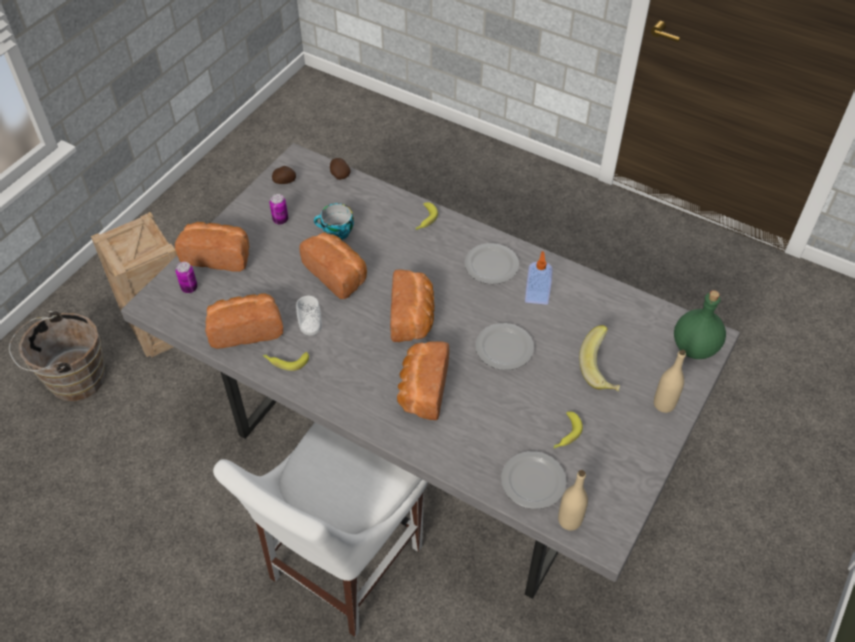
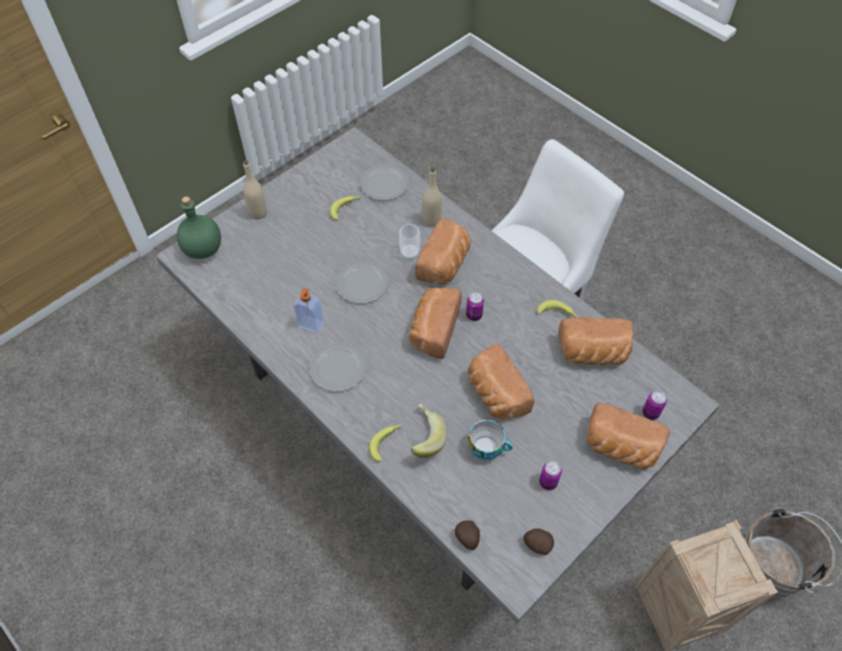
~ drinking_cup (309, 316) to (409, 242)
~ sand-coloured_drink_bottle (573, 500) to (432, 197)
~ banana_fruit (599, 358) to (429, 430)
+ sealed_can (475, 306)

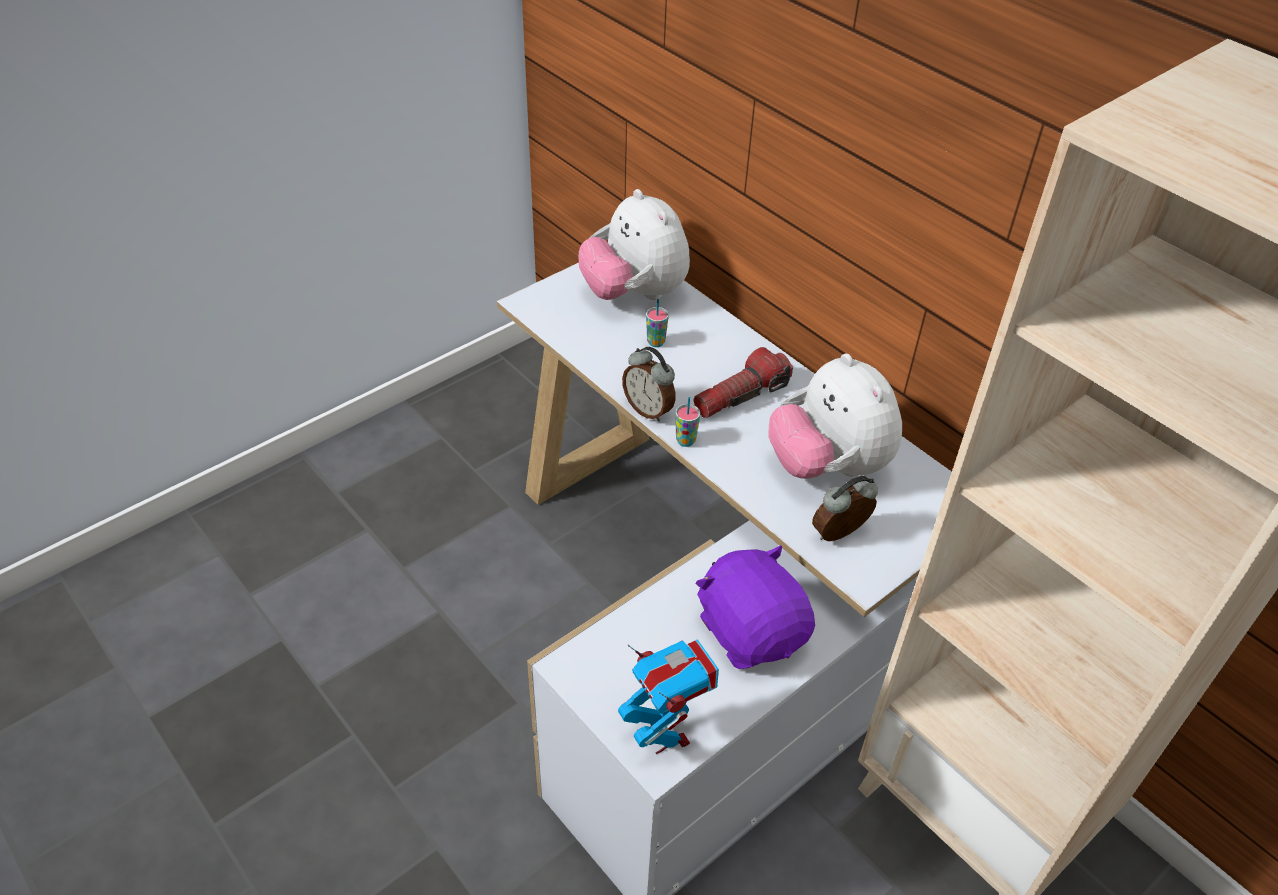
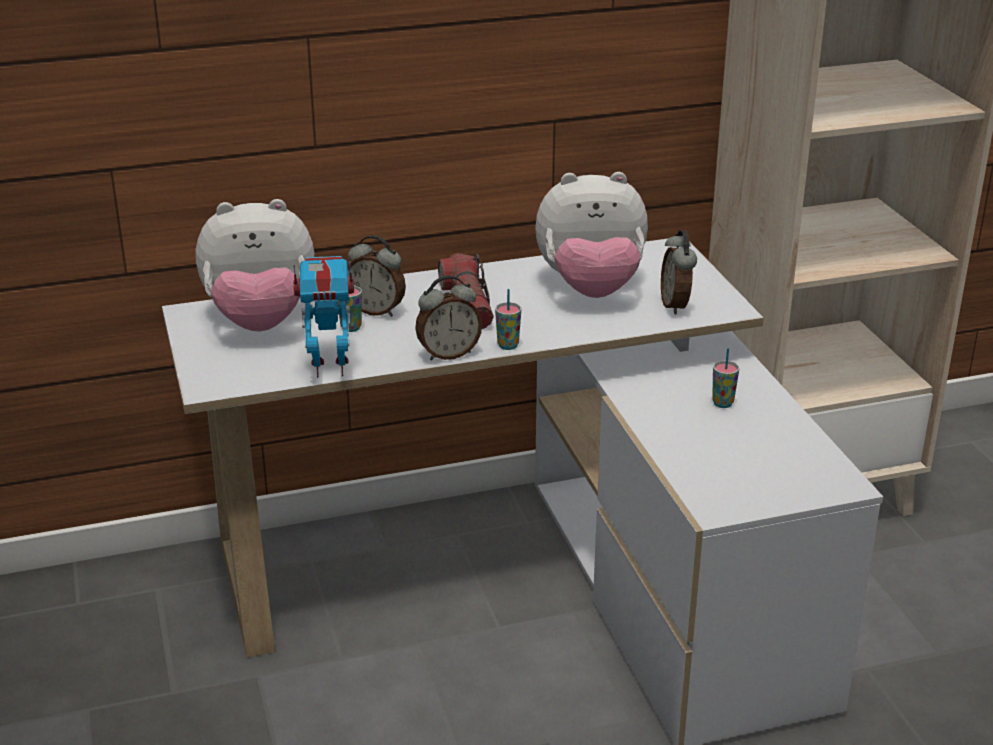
~ toy_robot (668, 696) to (323, 317)
~ purplish_plush_toy (755, 607) to drinking_cup (726, 378)
+ alarm_clock (376, 276)

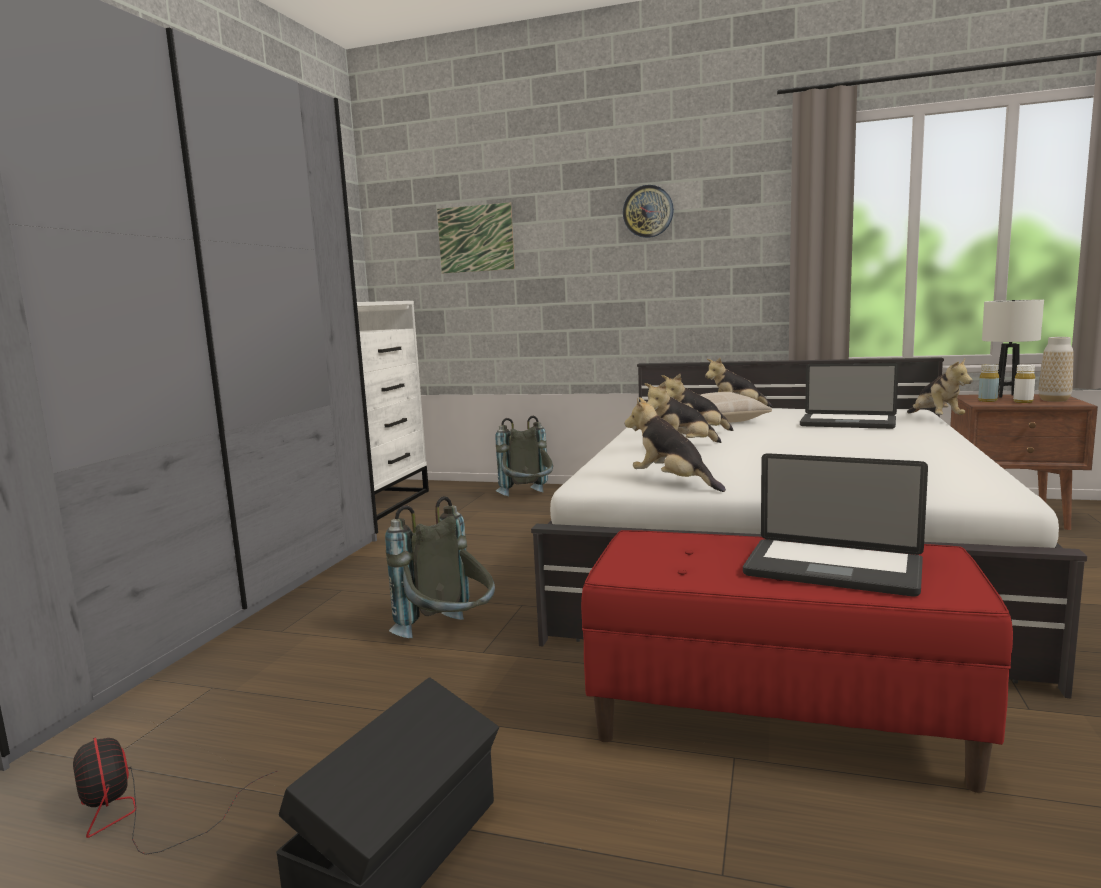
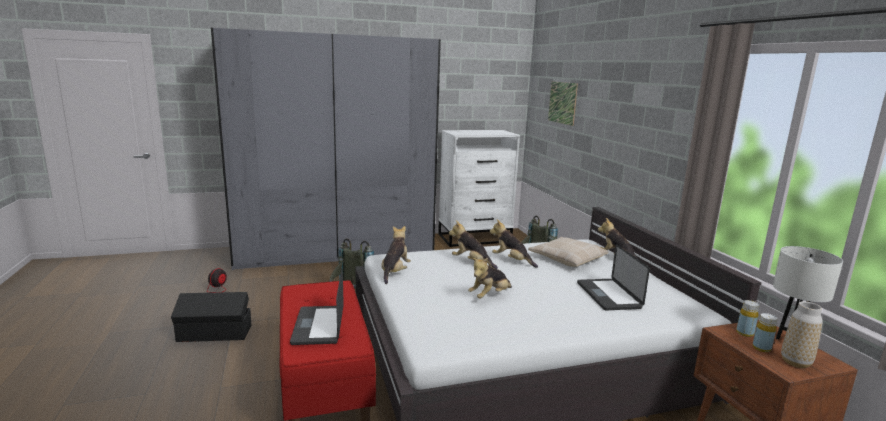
- hanging_clock (648, 211)
~ plush_toy (939, 387) to (490, 278)
~ white-coloured_drink_bottle (1024, 384) to yellowish_drink_bottle (765, 332)

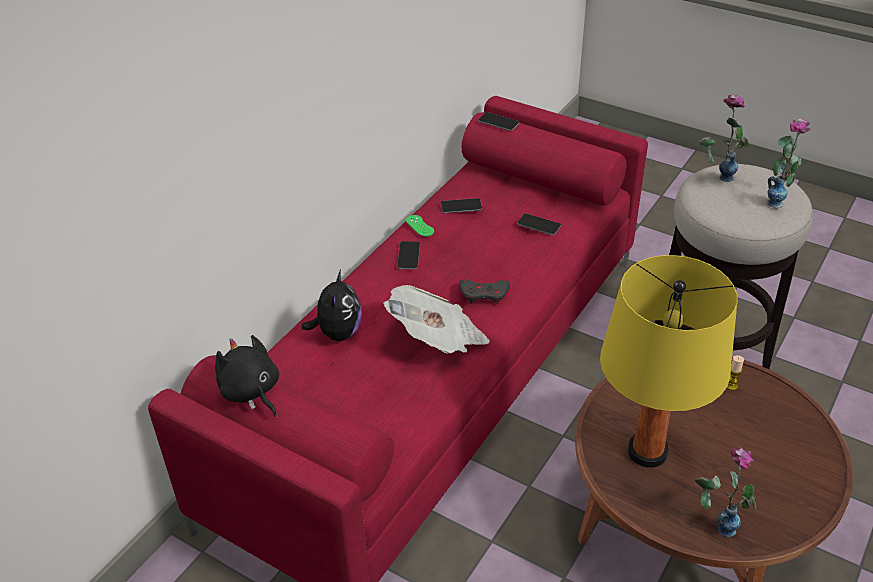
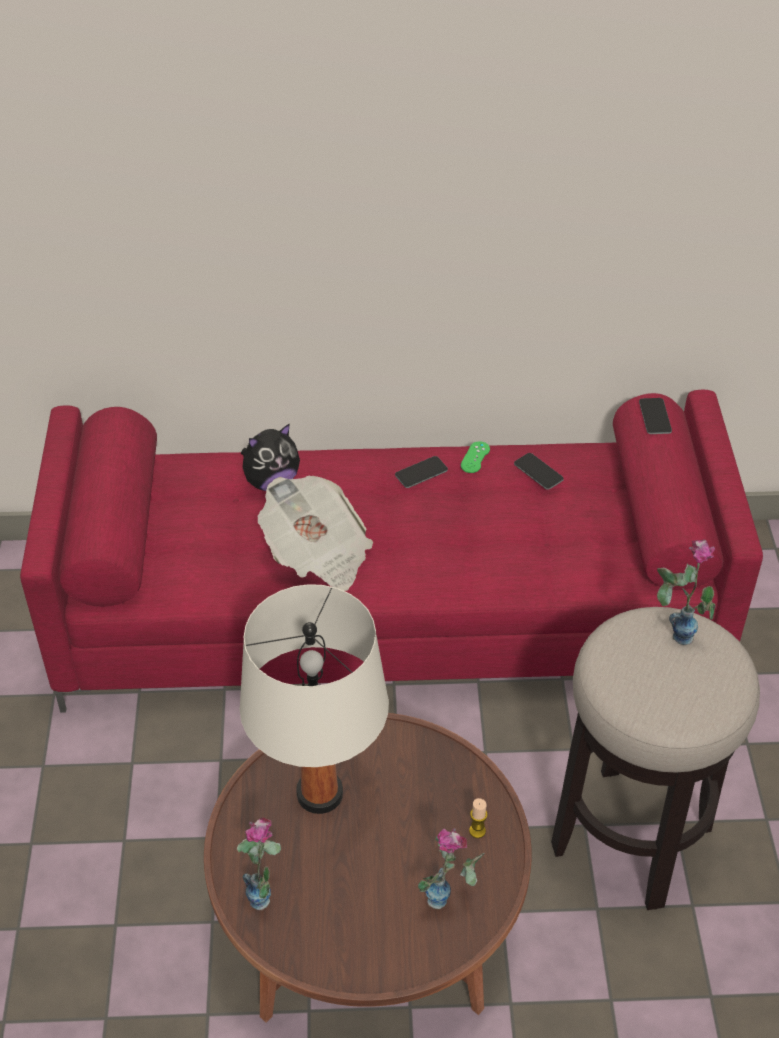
- blackish_plush_toy (247, 376)
- grey_joypad (484, 291)
- telephone (539, 224)
~ yellowish_tabletop_lamp (669, 361) to white-coloured_tabletop_lamp (314, 699)
~ flower_vase (789, 163) to (451, 868)

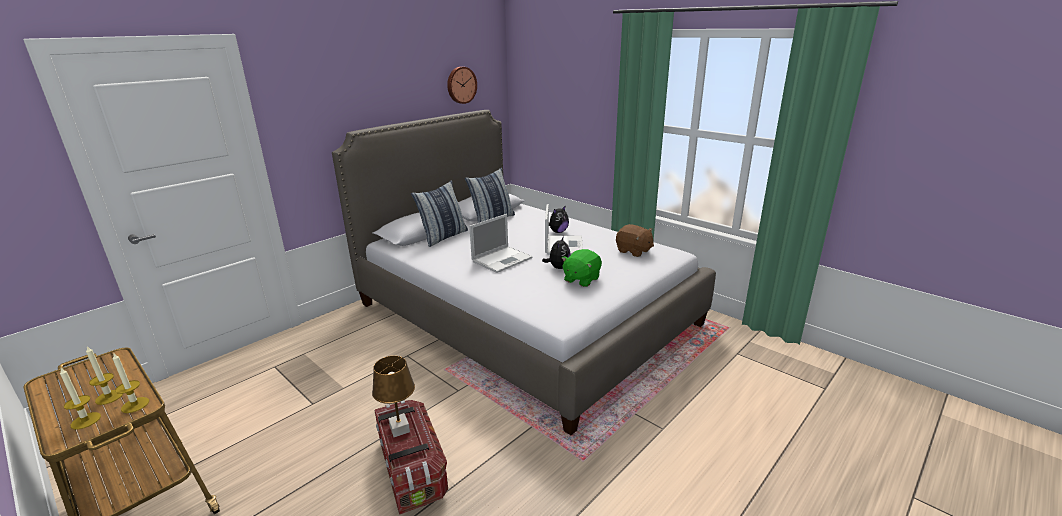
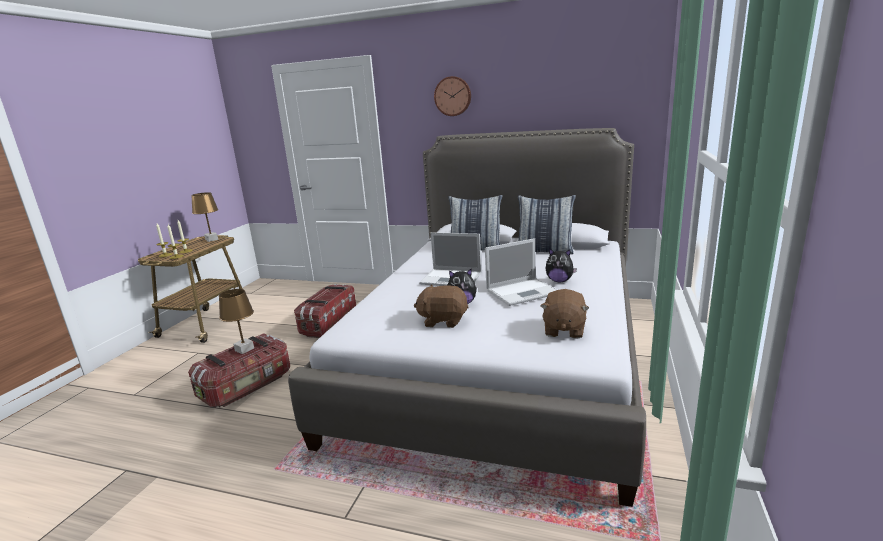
~ hanging_clock (462, 85) to (452, 96)
~ green_plush_toy (582, 268) to brown_plush_toy (441, 306)
+ brown_tabletop_lamp (204, 217)
+ storage_bin (325, 311)

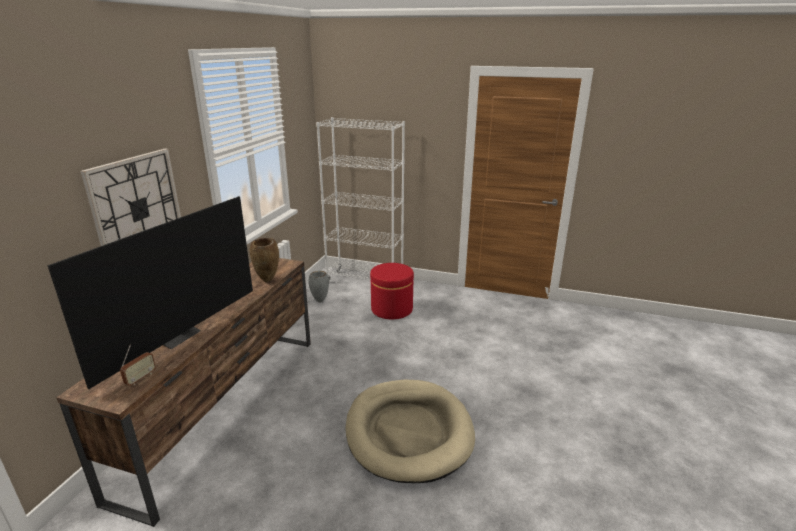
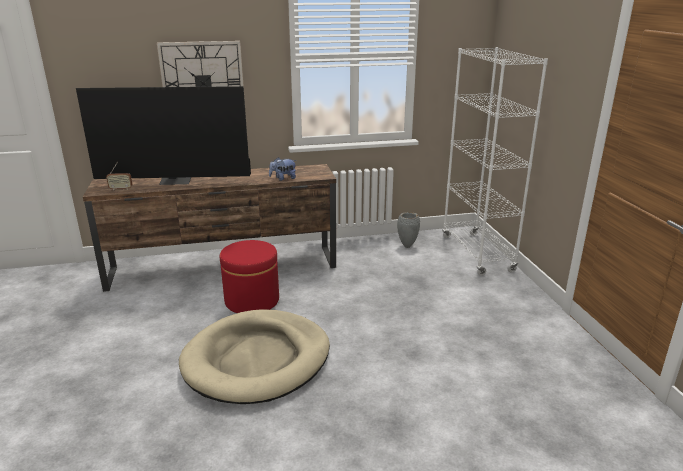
~ brown_flower_vase (264, 260) to plush_toy (282, 169)
~ reddish_ottoman (392, 291) to (249, 276)

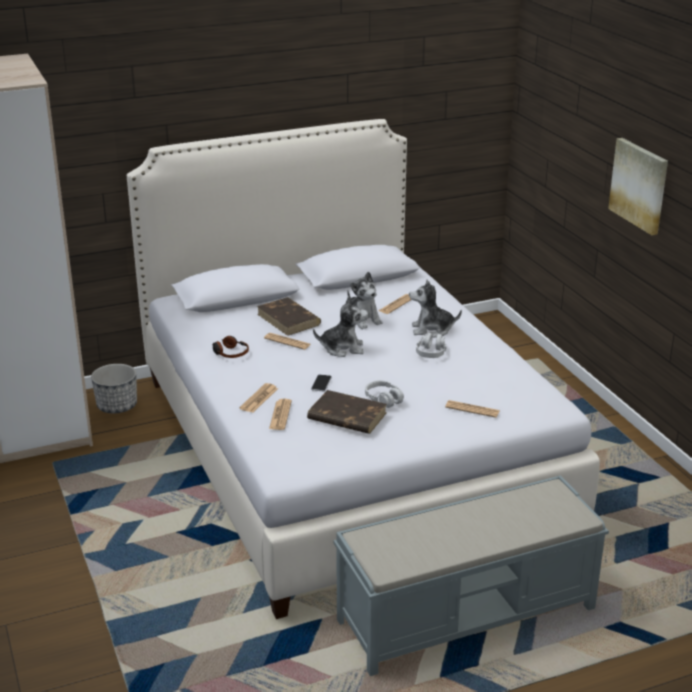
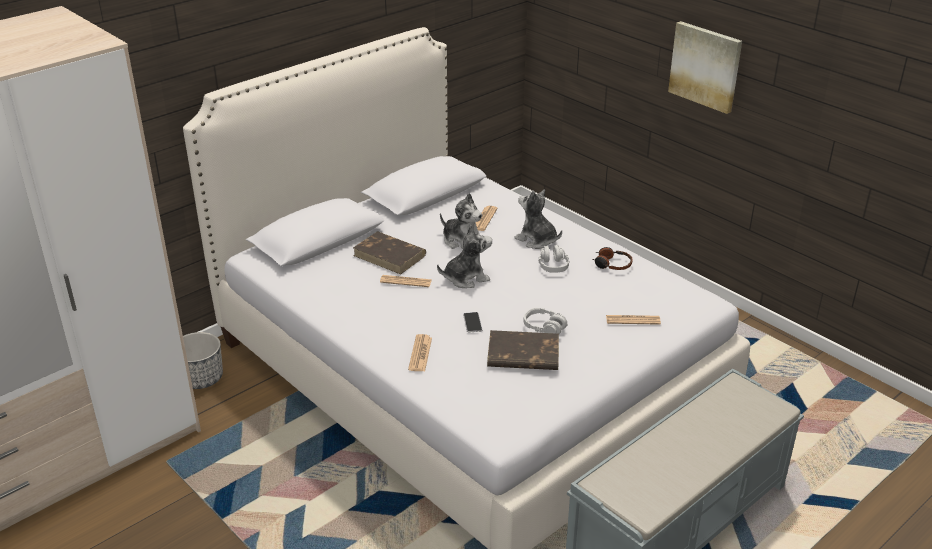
~ headset (230, 347) to (612, 258)
- printed_paper (280, 414)
~ plush_toy (435, 309) = (538, 219) 60 degrees clockwise

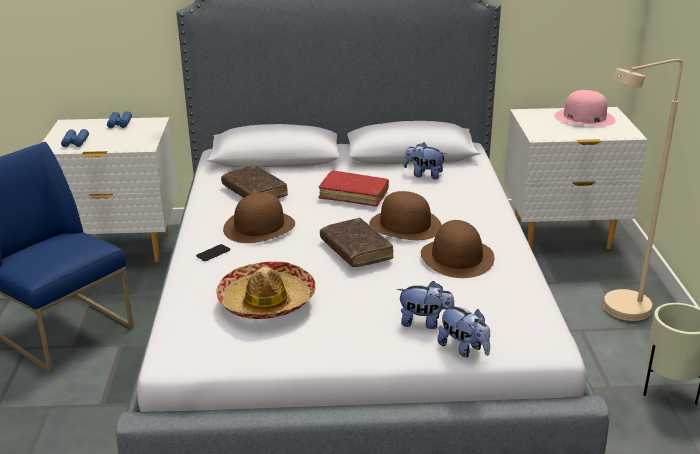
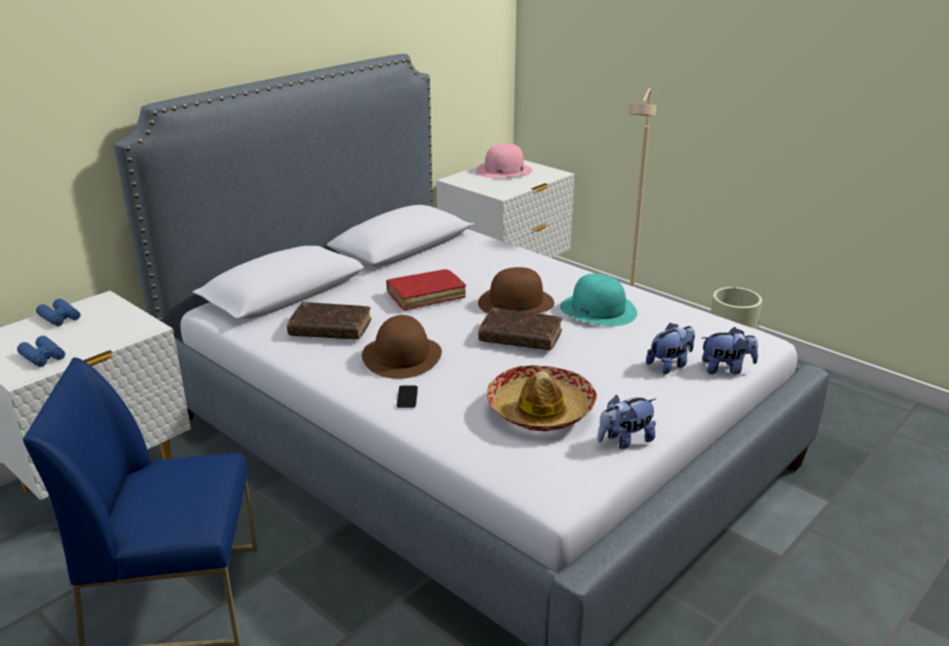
~ plush_toy (425, 161) to (627, 422)
~ brown_hat (458, 249) to turquoise_hat (598, 300)

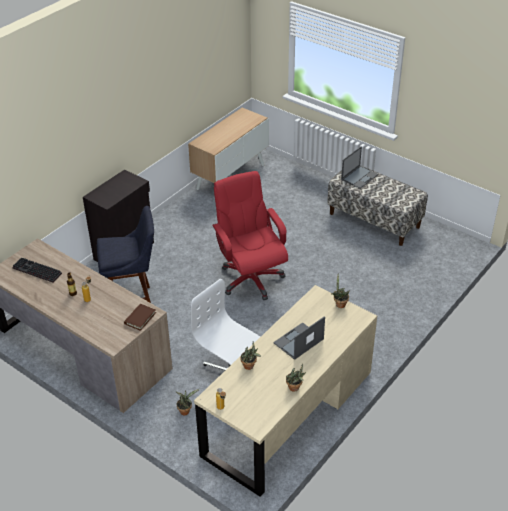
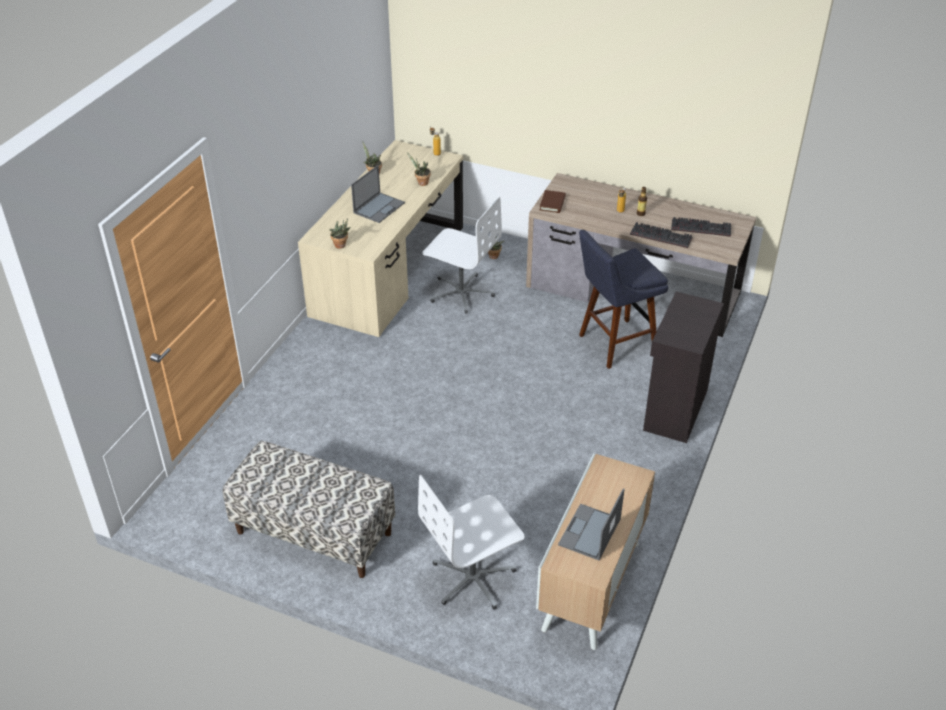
- reddish_computer_chair (250, 235)
~ notebook_computer (359, 167) to (591, 524)
+ white-coloured_computer_chair (471, 542)
+ computer_keyboard (661, 235)

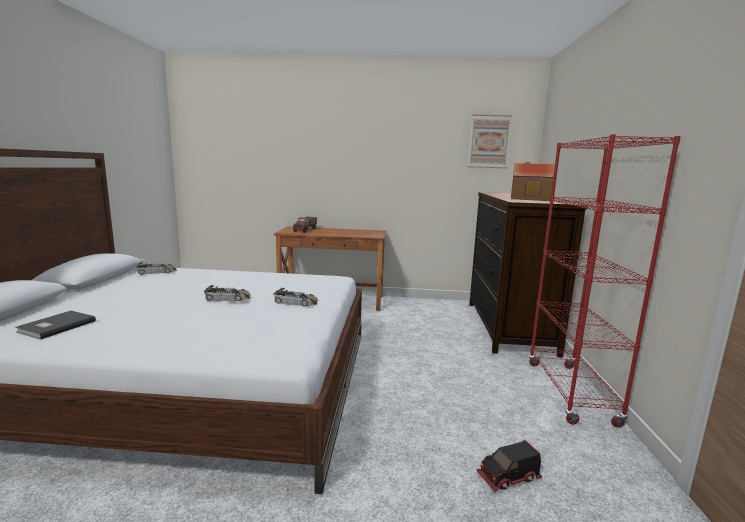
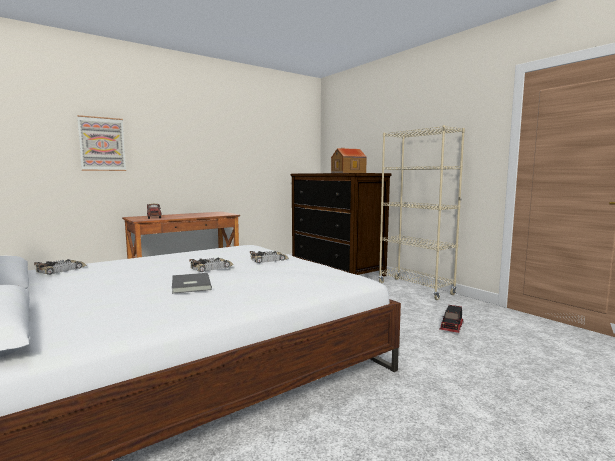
~ grey_bound_book (55, 325) to (192, 283)
~ wall_picture (490, 141) to (101, 143)
~ reddish_shelving_unit (604, 281) to sand-coloured_shelving_unit (421, 212)

